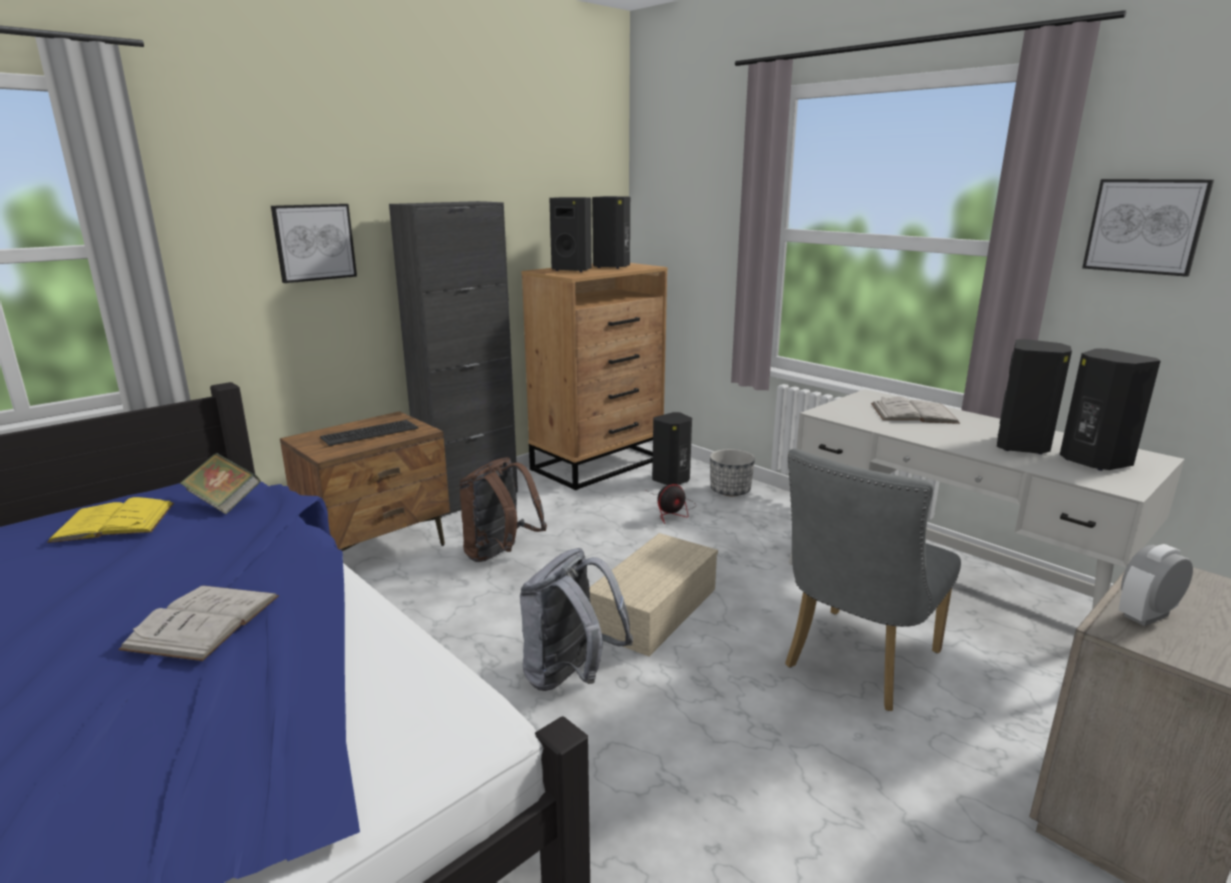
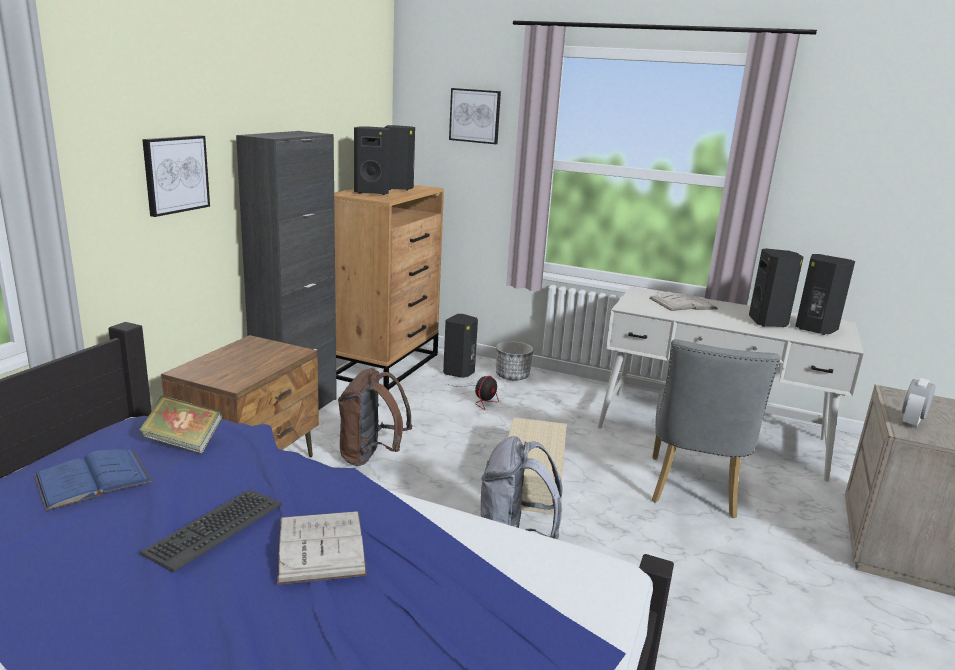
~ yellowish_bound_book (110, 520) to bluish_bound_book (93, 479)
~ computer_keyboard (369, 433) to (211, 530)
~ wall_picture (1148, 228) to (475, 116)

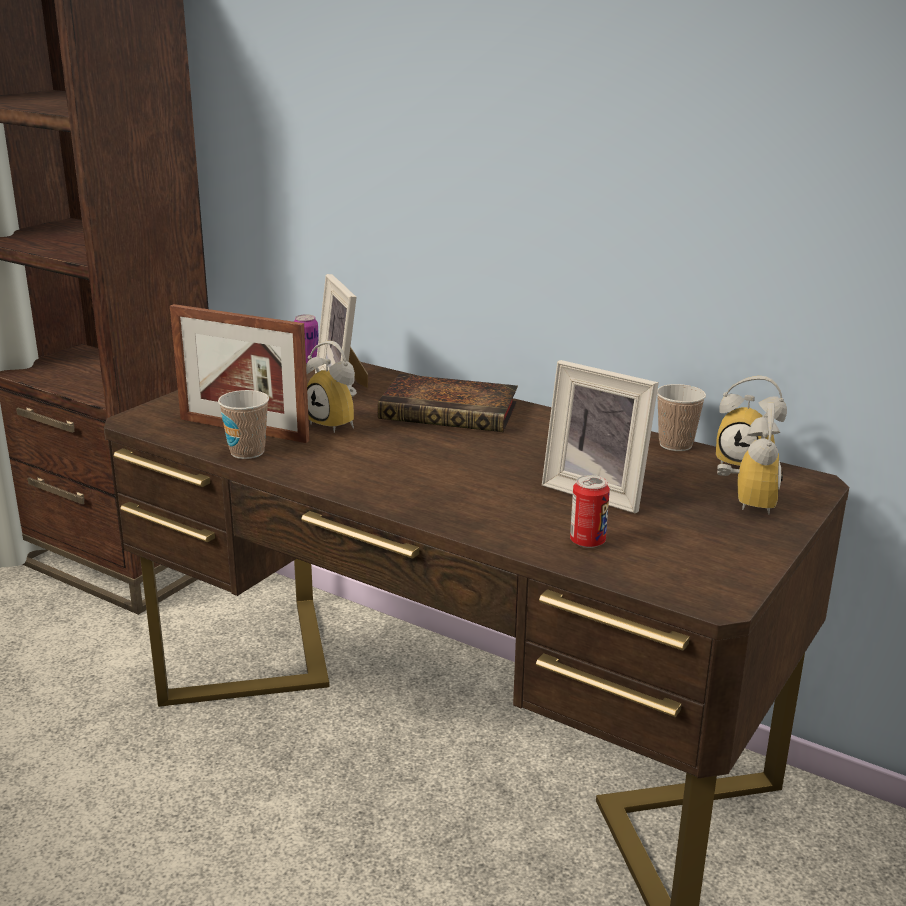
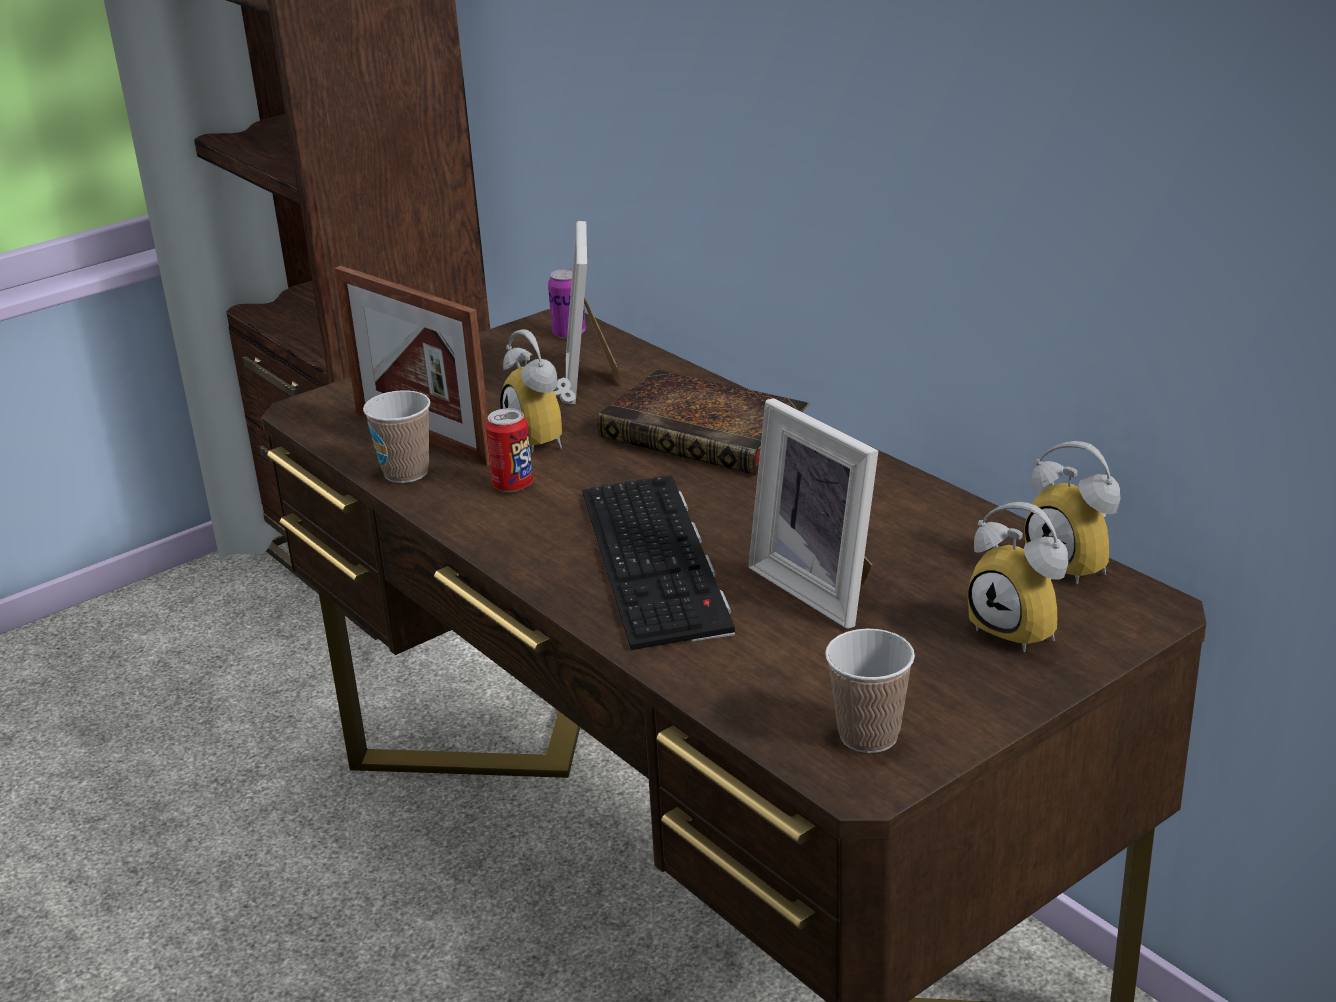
~ sealed_can (590, 511) to (509, 450)
~ drinking_cup (681, 417) to (870, 691)
~ alarm_clock (750, 458) = (1018, 577) 105 degrees clockwise
+ computer_keyboard (658, 563)

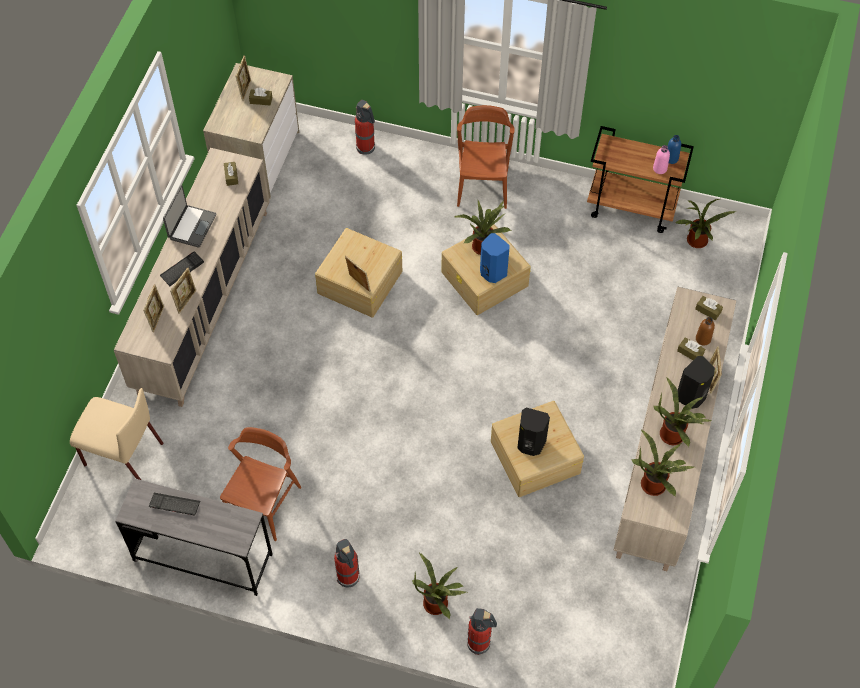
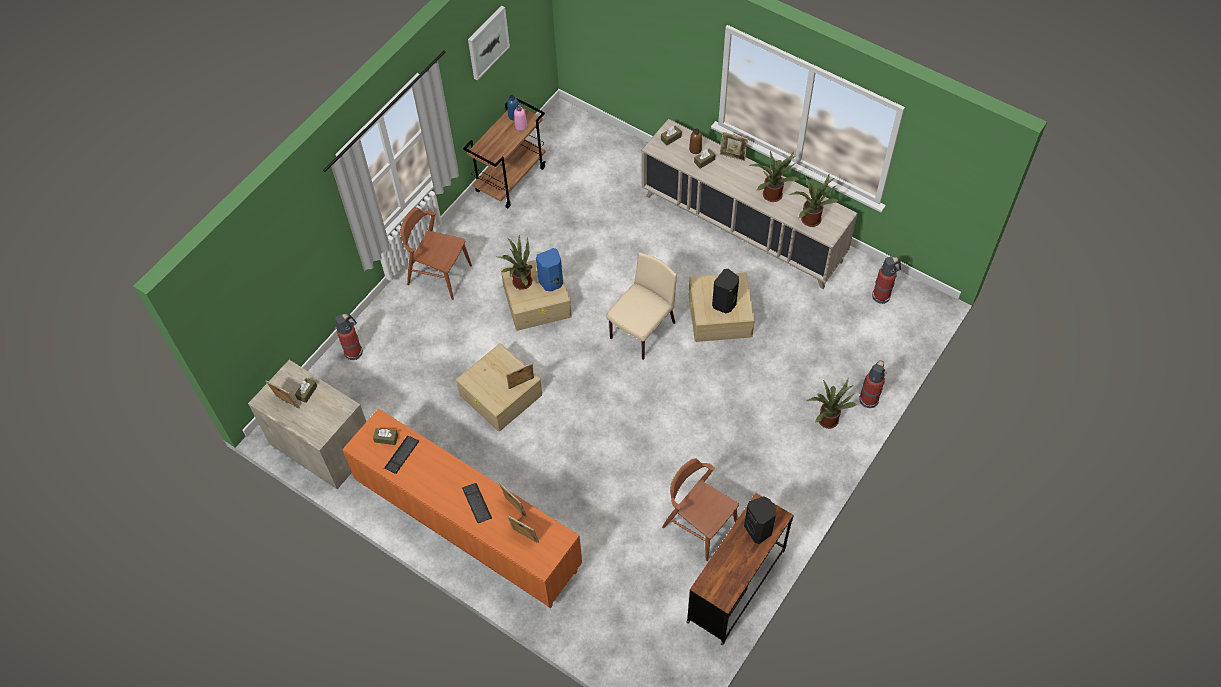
~ sand-coloured_upright_chair (117, 434) to (641, 306)
~ sand-coloured_storage_cabinet (192, 277) to orange-coloured_storage_cabinet (462, 508)
~ grey_desk (194, 537) to brown_desk (739, 569)
~ computer_keyboard (174, 504) to (401, 455)
- notebook_computer (190, 216)
~ fire_extinguisher (347, 563) to (886, 280)
- potted_plant (705, 223)
~ blackish_speaker (696, 382) to (760, 520)
+ wall_picture (489, 43)

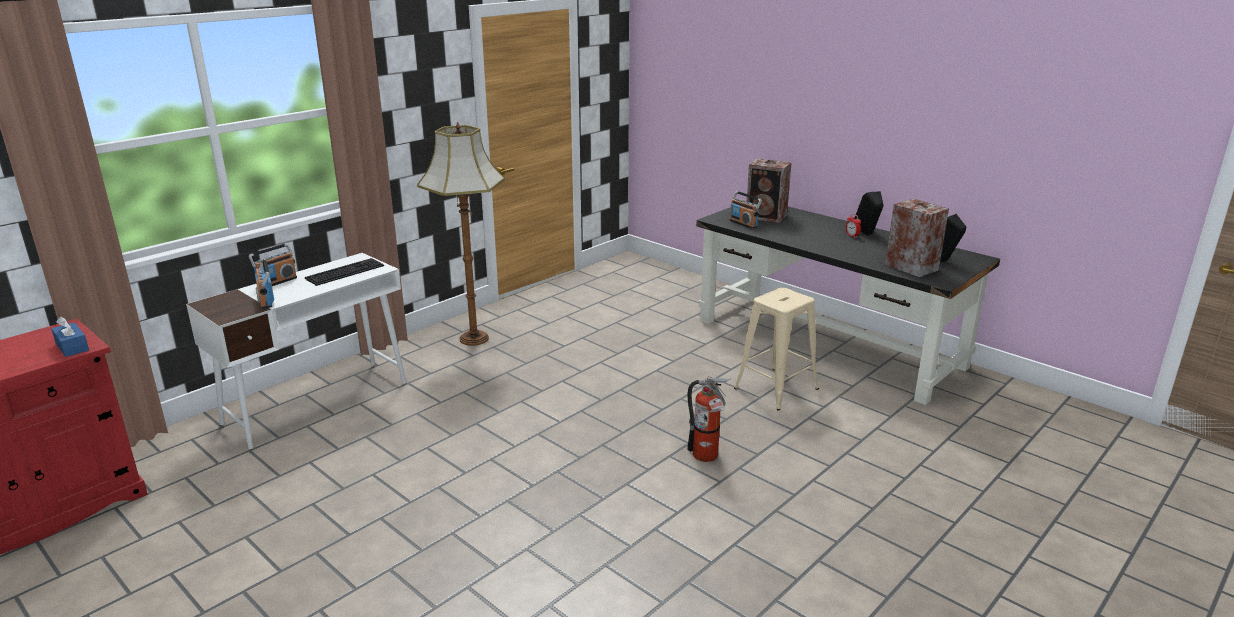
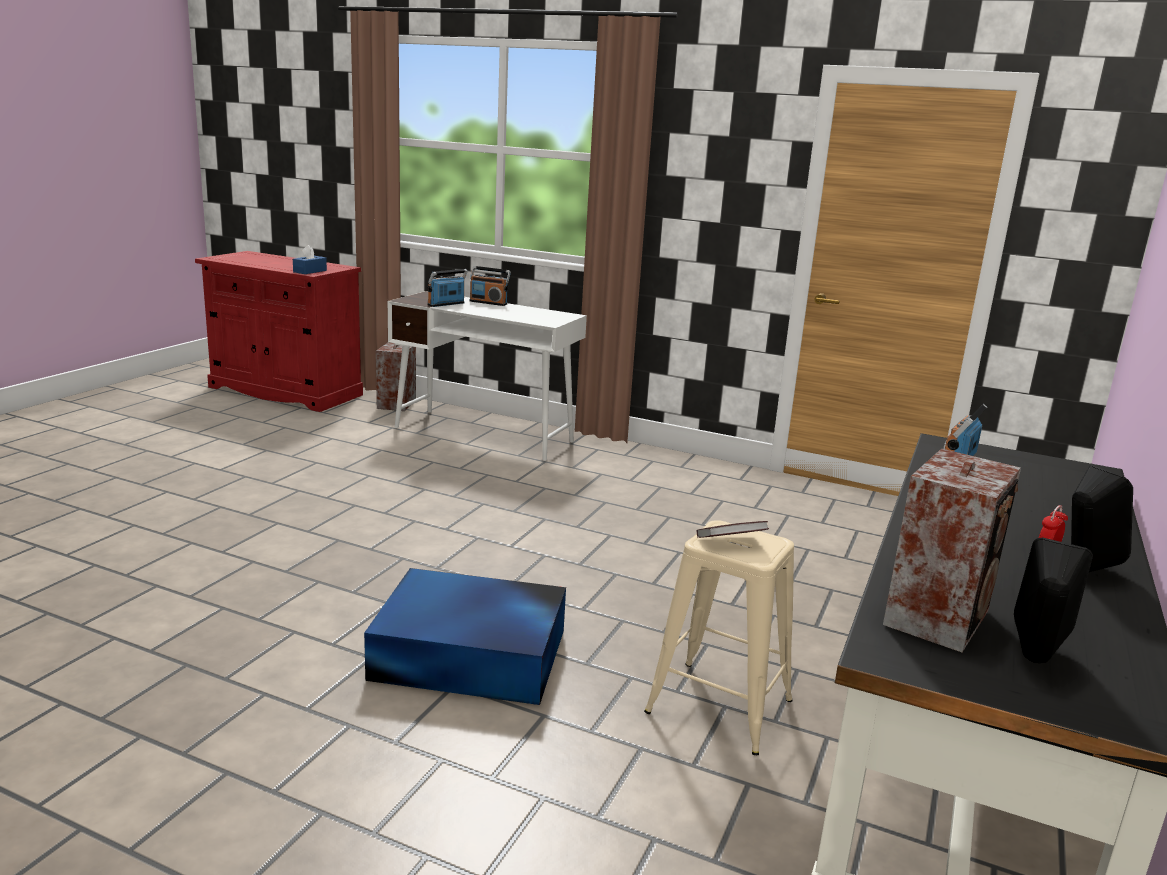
- computer_keyboard (344, 272)
- standing_lamp (461, 234)
~ fire_extinguisher (709, 419) to bluish_storage_bin (465, 636)
~ speaker (769, 190) to (396, 376)
+ bound_book (733, 529)

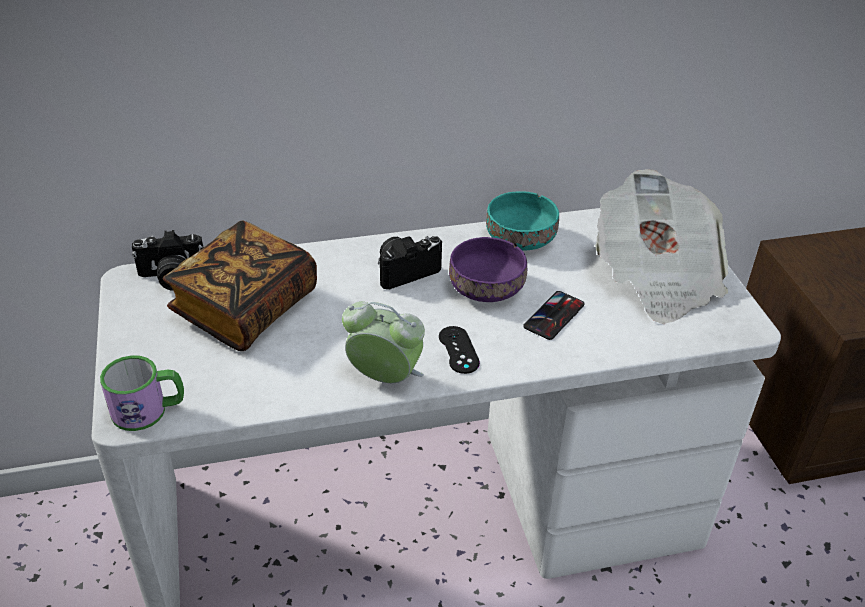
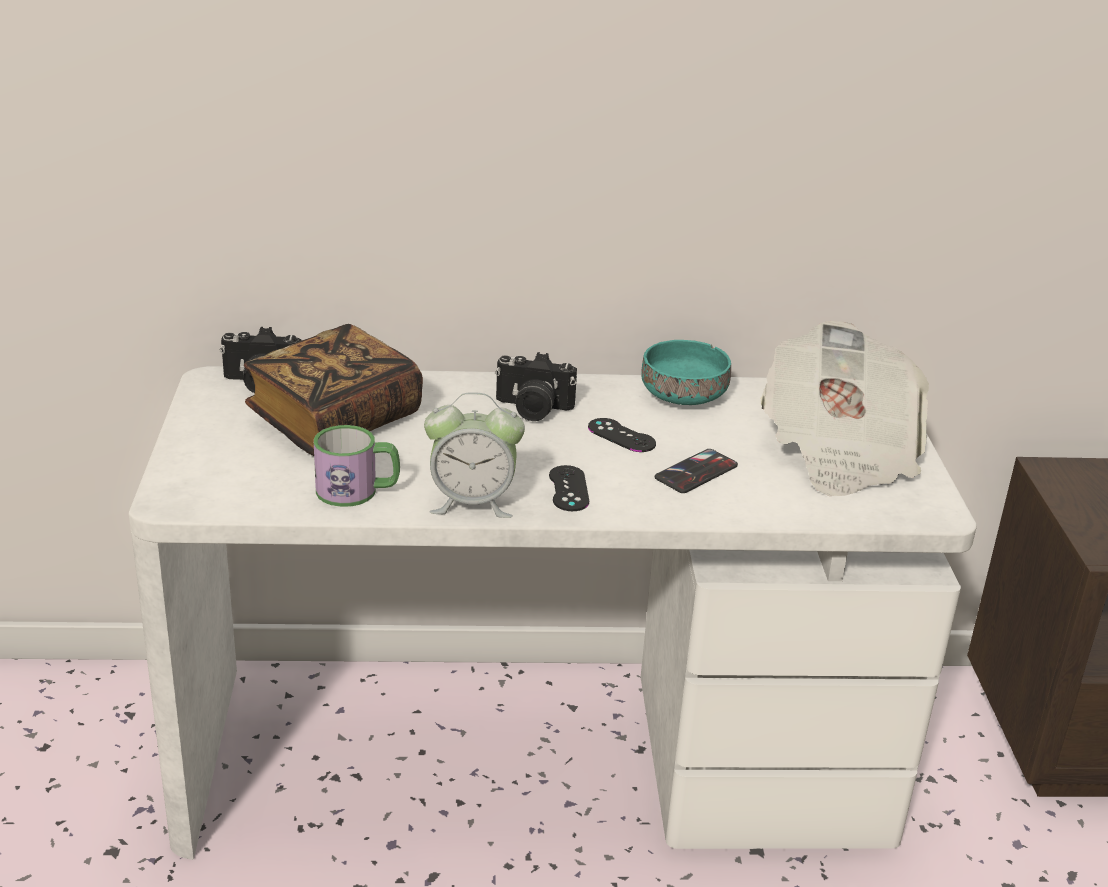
~ tea_mug (142, 393) to (357, 466)
~ alarm_clock (383, 342) = (474, 455) 150 degrees clockwise
~ photo_camera (410, 262) = (536, 386) 150 degrees counterclockwise
~ purplish_deep_dish (488, 269) to blackish_joypad (622, 435)

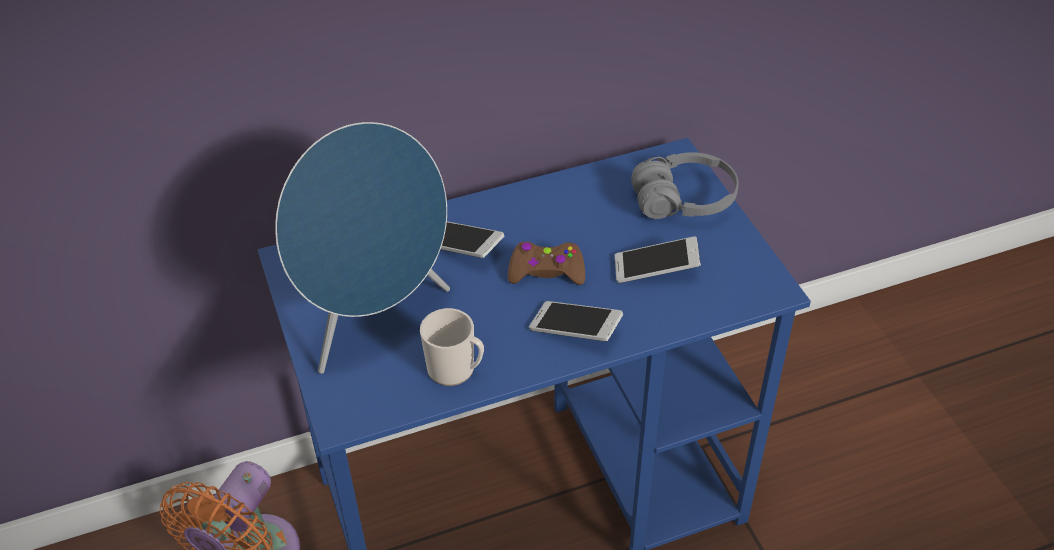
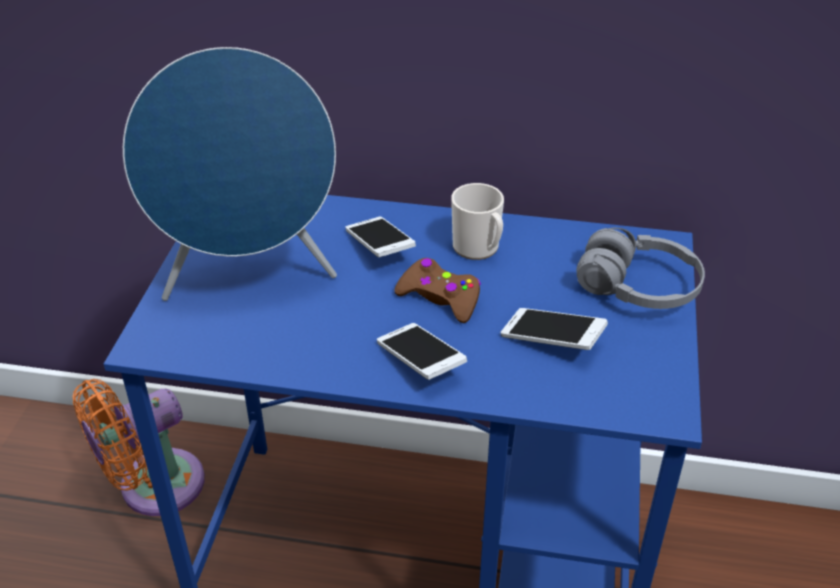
~ tea_mug (452, 347) to (477, 221)

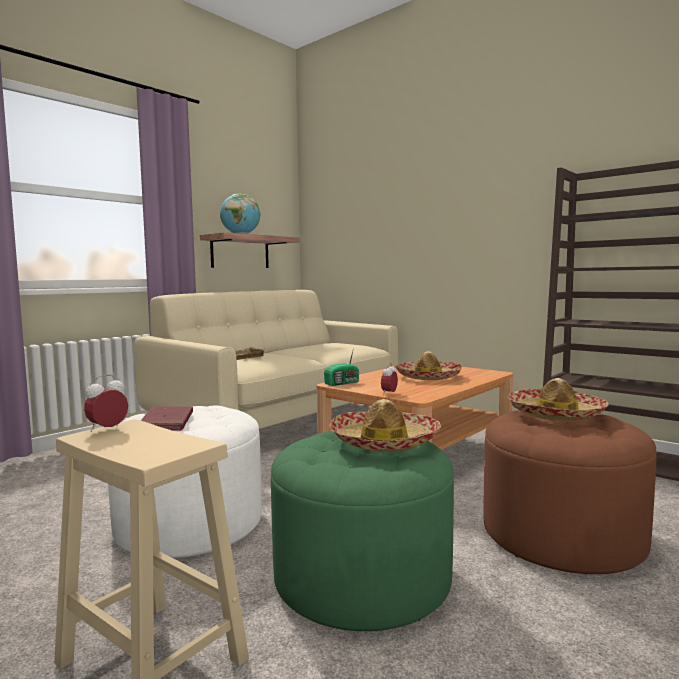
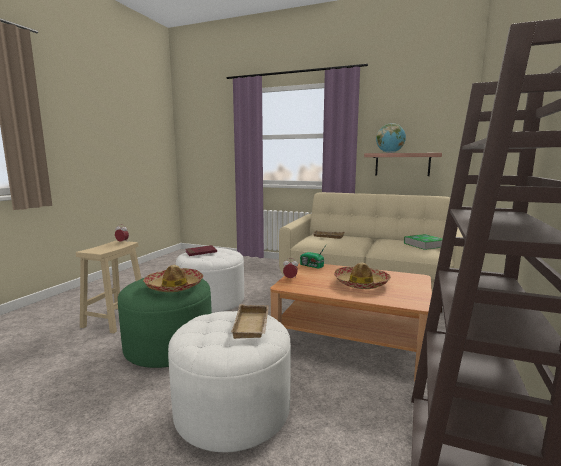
~ brown_ottoman (570, 492) to white-coloured_ottoman (229, 381)
~ hat (558, 399) to sand-coloured_serving_tray (250, 321)
+ bound_book (423, 242)

